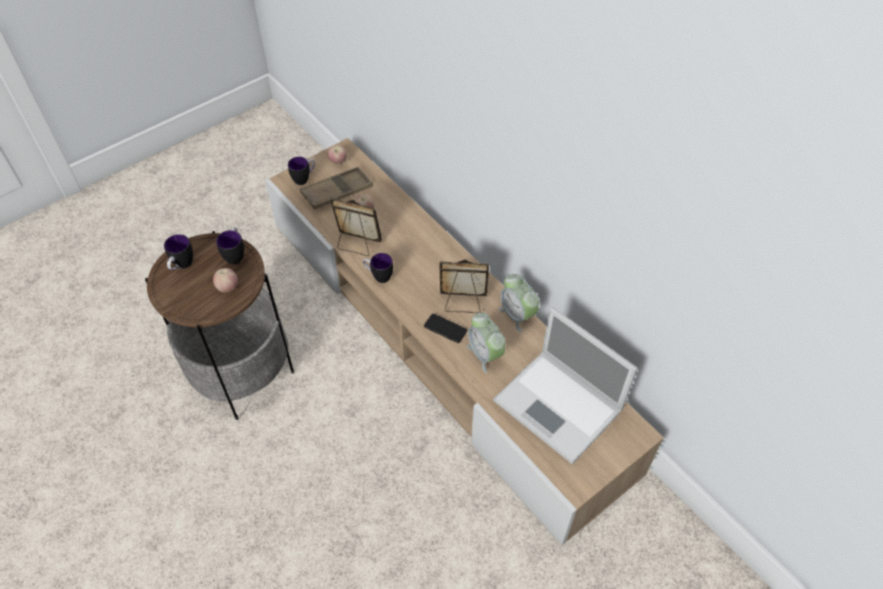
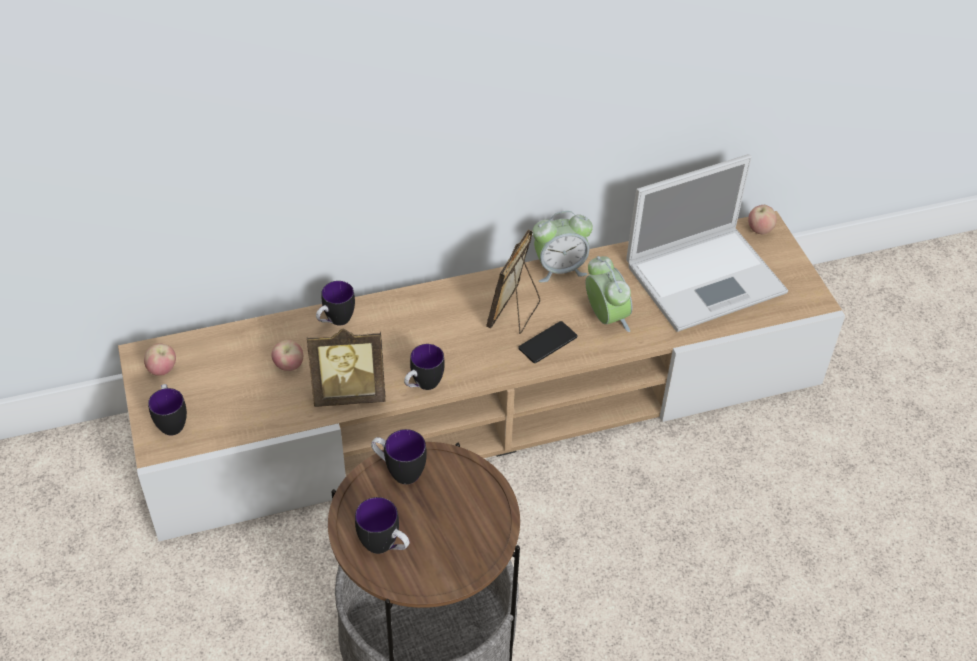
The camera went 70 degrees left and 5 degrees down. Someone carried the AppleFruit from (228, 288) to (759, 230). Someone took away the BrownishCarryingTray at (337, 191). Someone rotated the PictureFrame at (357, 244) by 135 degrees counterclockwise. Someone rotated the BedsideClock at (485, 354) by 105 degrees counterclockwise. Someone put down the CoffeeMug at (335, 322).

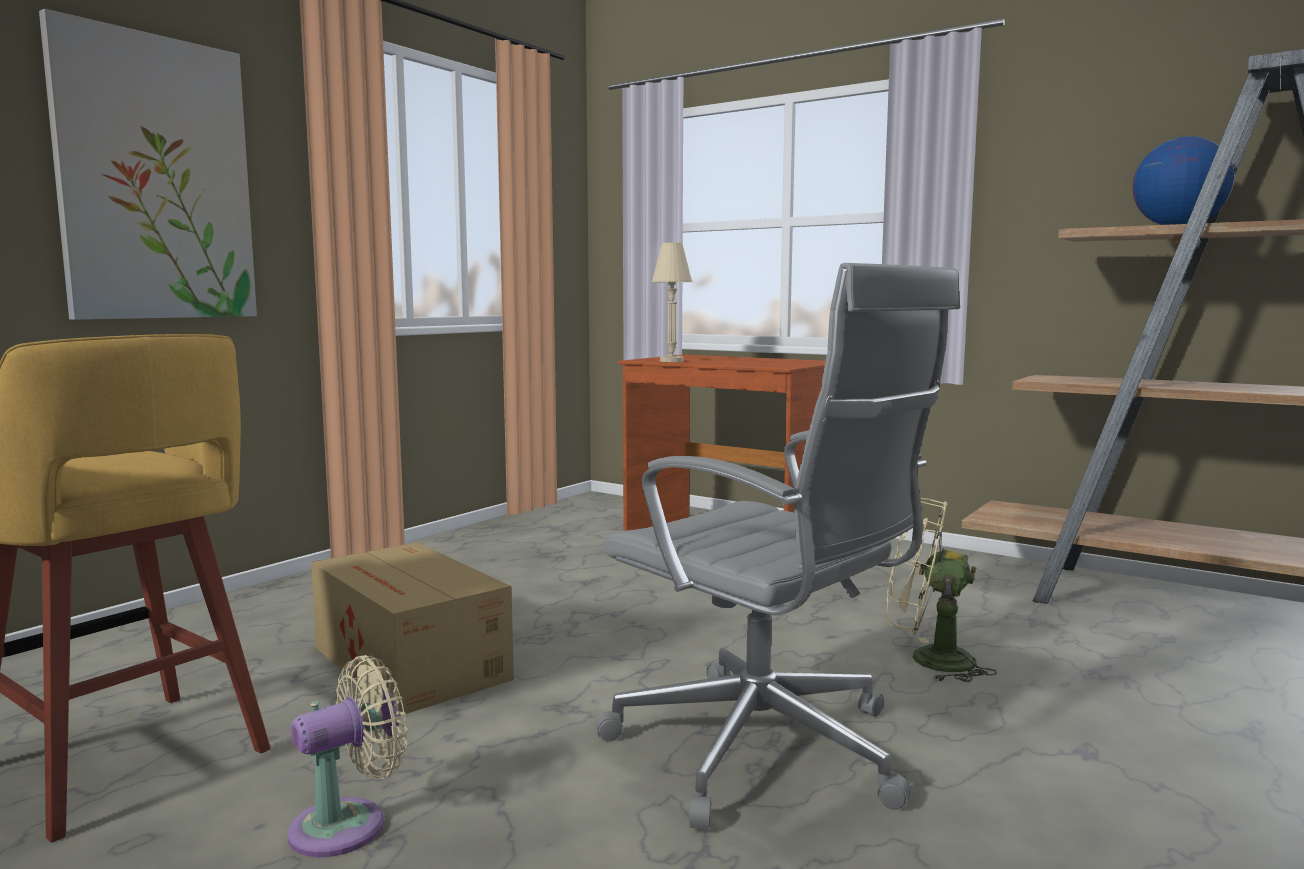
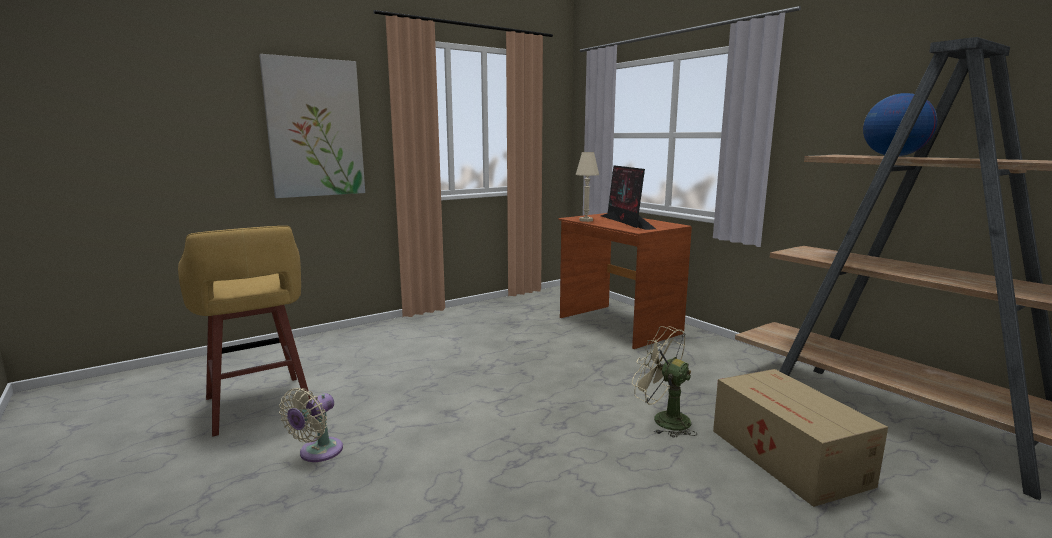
The camera went 20 degrees right and 5 degrees up. Someone rotated the BeigeColouredFan at (348, 825) by 135 degrees clockwise. Someone carried the CardboardBox from (410, 665) to (789, 458). Someone took away the GreyDeskChair at (767, 752). Someone put down the ComputerDisplay at (626, 222).

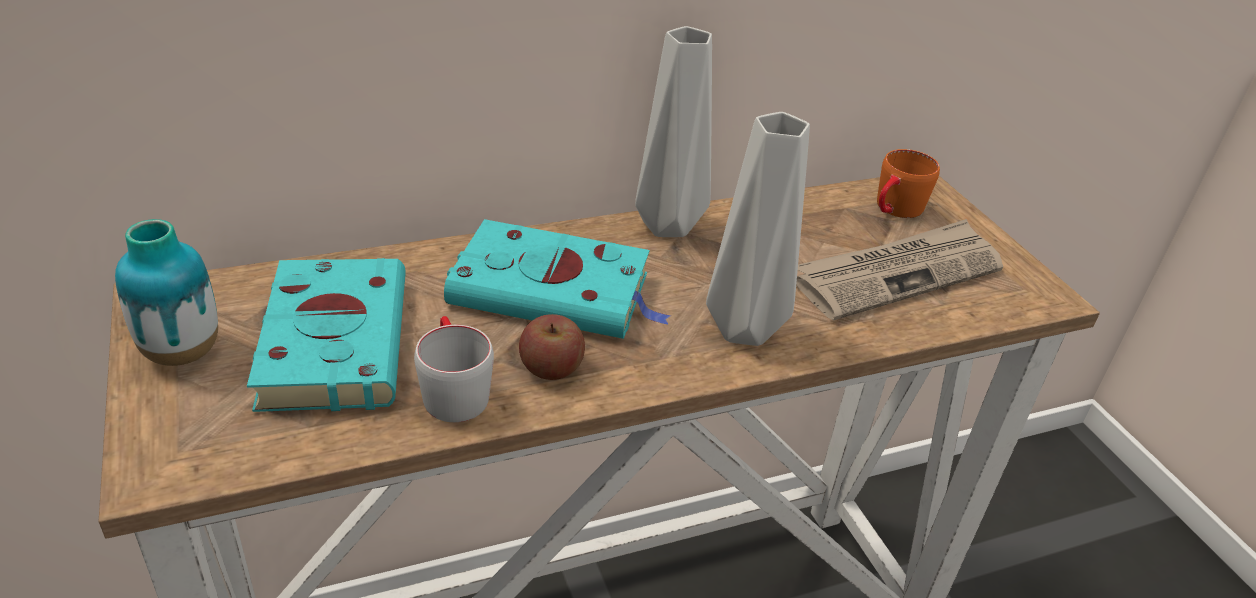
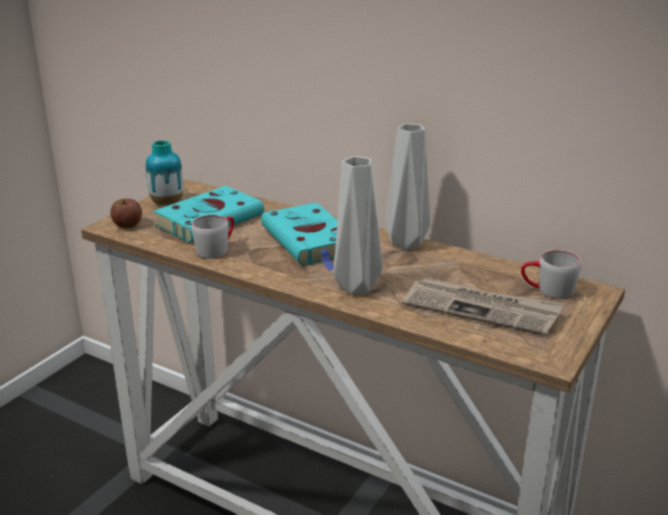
The camera went 55 degrees right and 10 degrees down. Someone carried the AppleFruit from (551, 368) to (127, 225). Someone repainted the OrangeyCoffeeMug at (894, 210), which became the GreyCoffeeMug at (547, 290).

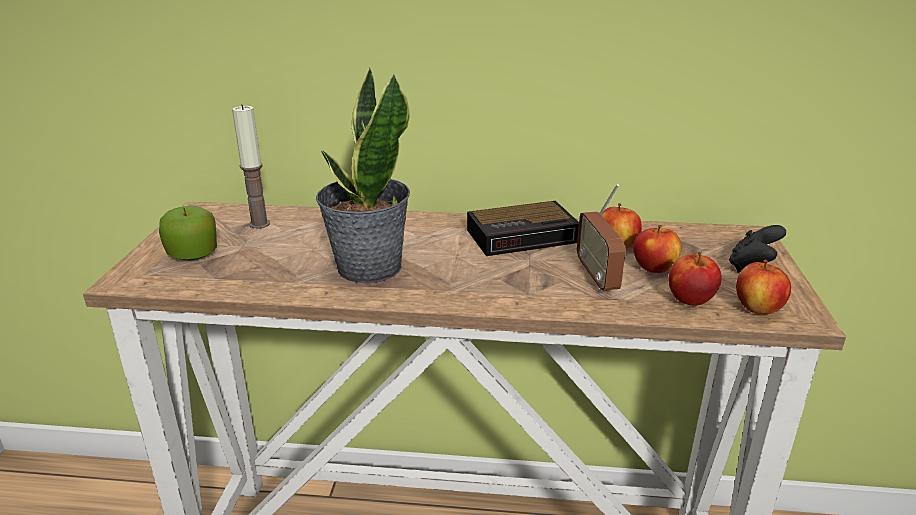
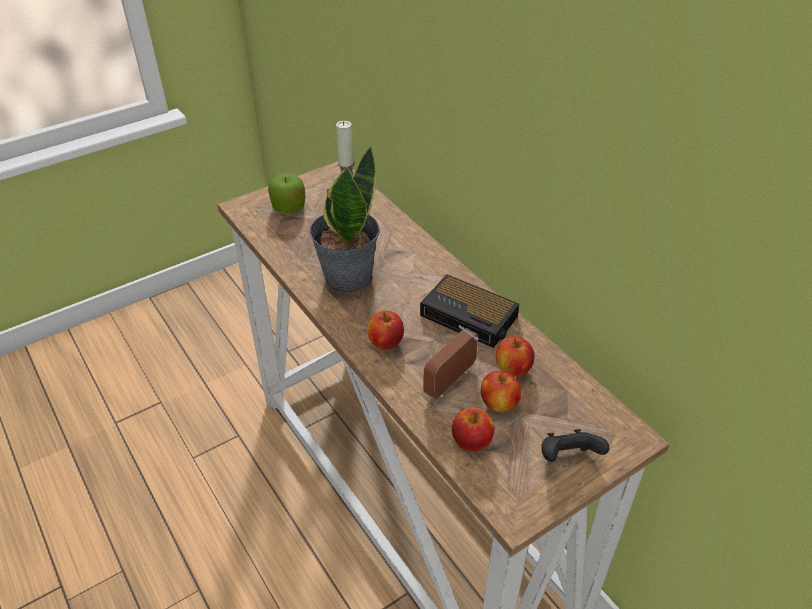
The camera went 50 degrees right and 15 degrees up. Someone carried the AppleFruit from (758, 308) to (385, 343).

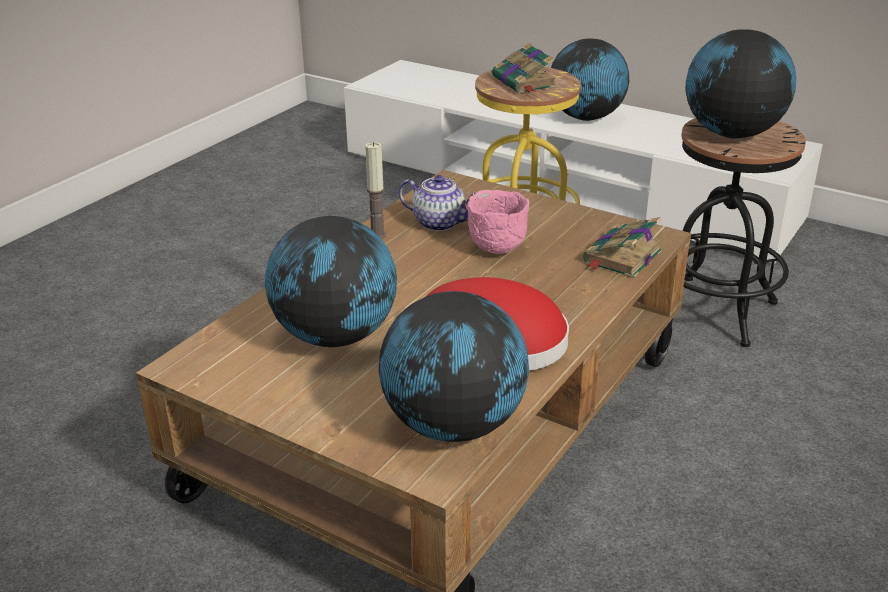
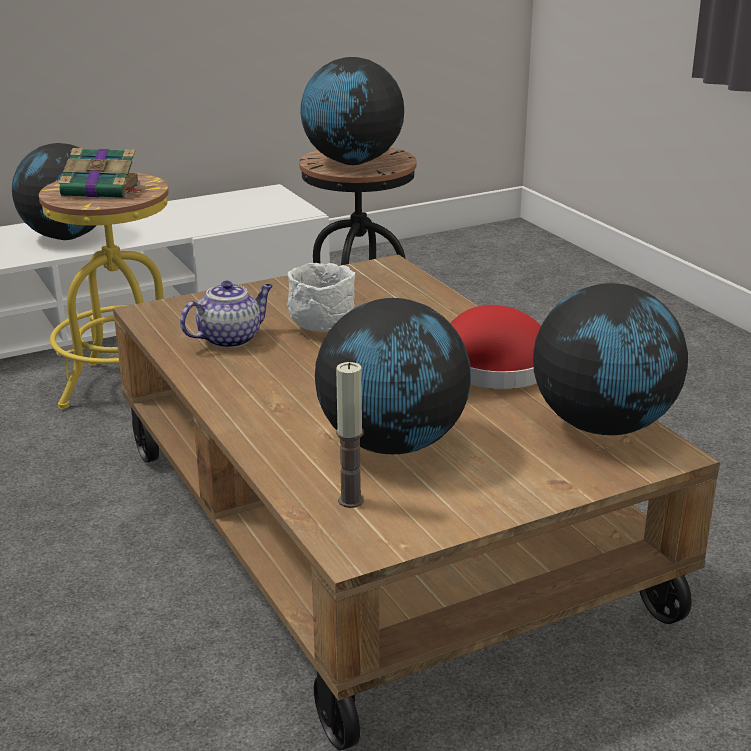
The camera went 60 degrees left and 5 degrees down. Someone carried the WaxLight from (377, 235) to (351, 500). Someone repainted the PinkishBowl at (496, 249), which became the WhiteColouredBowl at (320, 329). Someone took away the BoundBook at (621, 257).

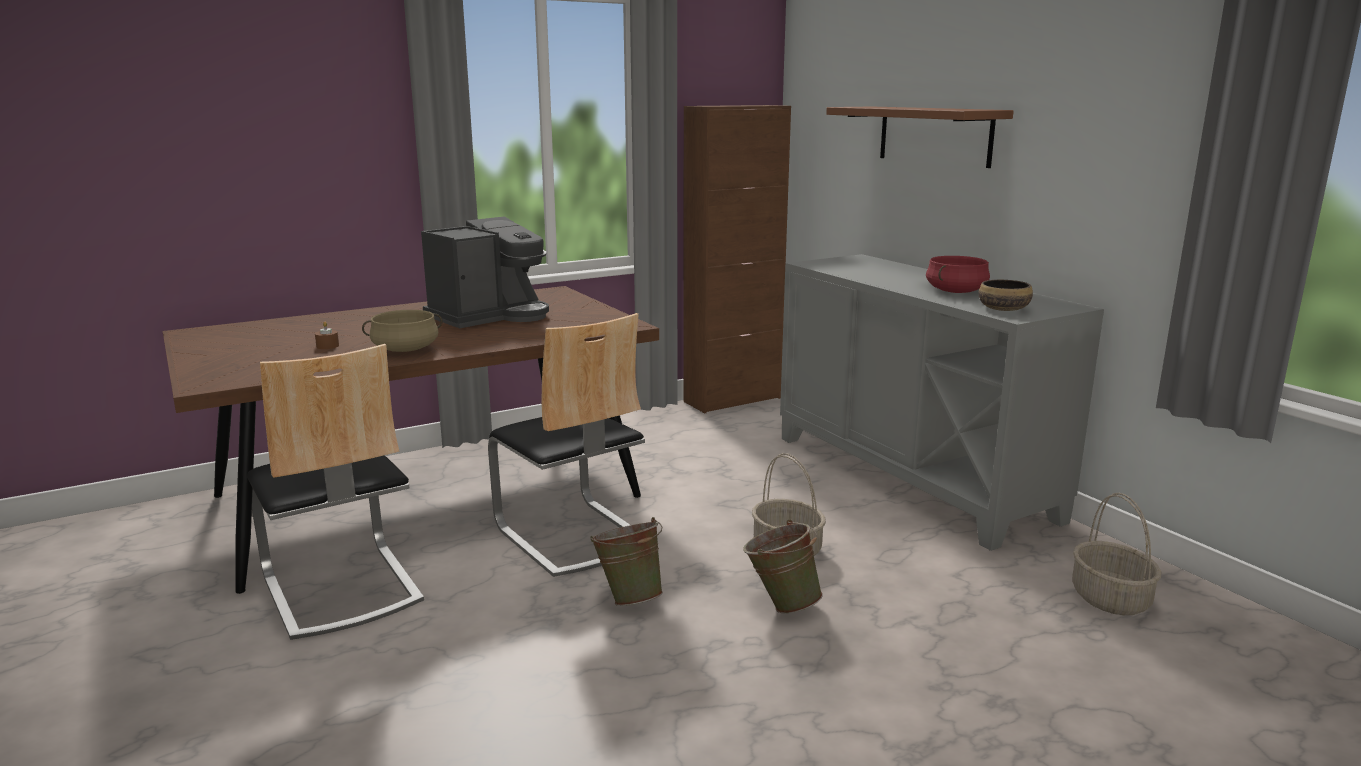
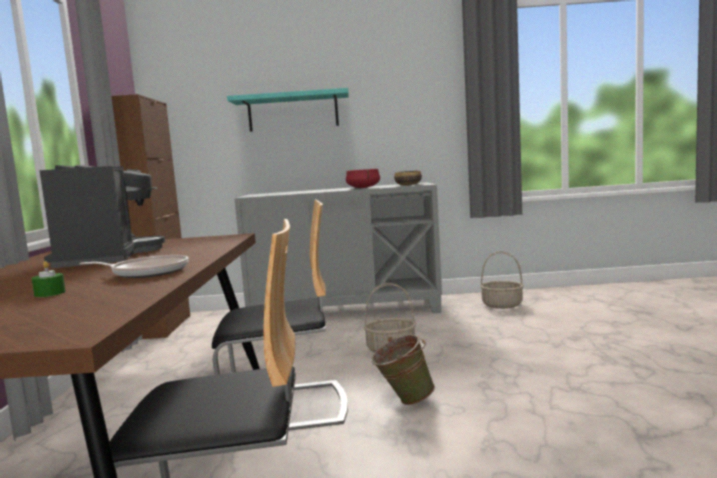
The camera went 60 degrees left and 10 degrees down. Someone repainted the BrownishWaxLight at (327, 346), which became the GreenWaxLight at (50, 293). Someone swapped the BeigeColouredSaucepot at (405, 349) for the FryingPan at (147, 272). Someone took away the GreenPail at (781, 604). Someone repainted the BrownishBracketShelf at (934, 135), which became the TurquoiseColouredBracketShelf at (293, 112).

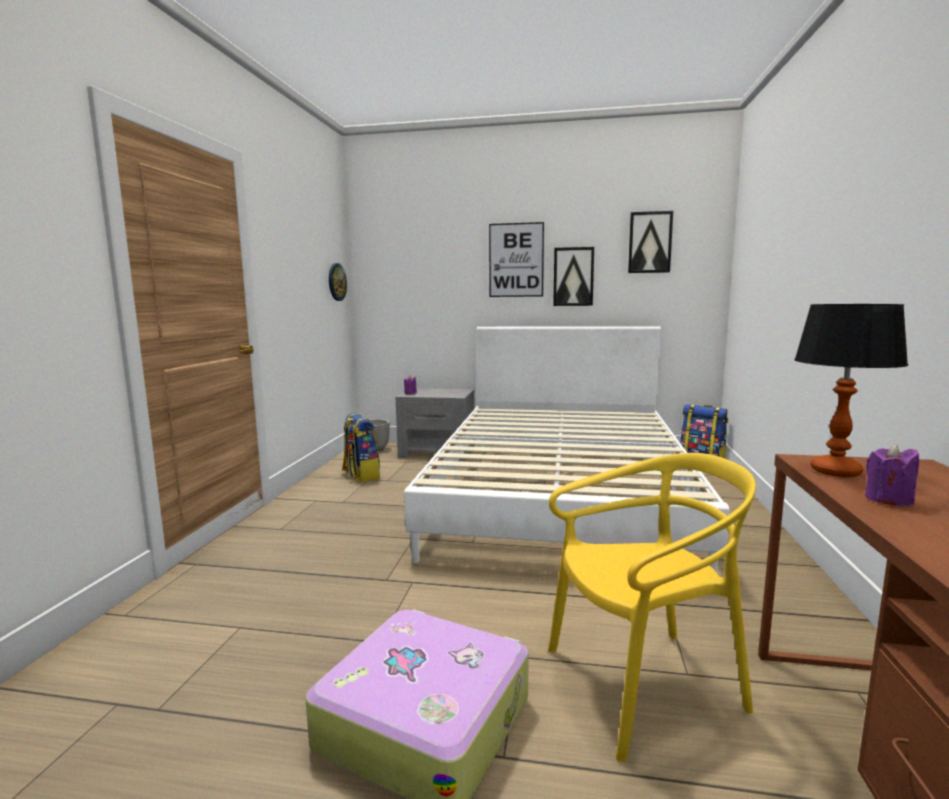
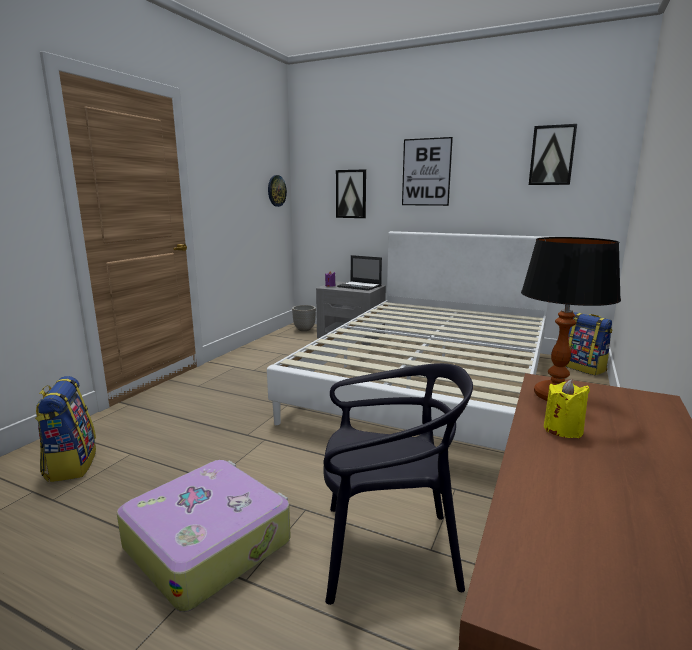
The camera went 15 degrees right and 5 degrees up. Someone carried the Backpack from (360, 475) to (71, 464). Someone repainted the YellowColouredPlainChair at (643, 685), which became the BlackColouredPlainChair at (387, 550). Someone carried the Picture from (573, 276) to (351, 194). Someone repainted the PurpleColouredWaxLight at (888, 499), which became the YellowColouredWaxLight at (563, 430). Someone put down the NotebookComputer at (360, 286).

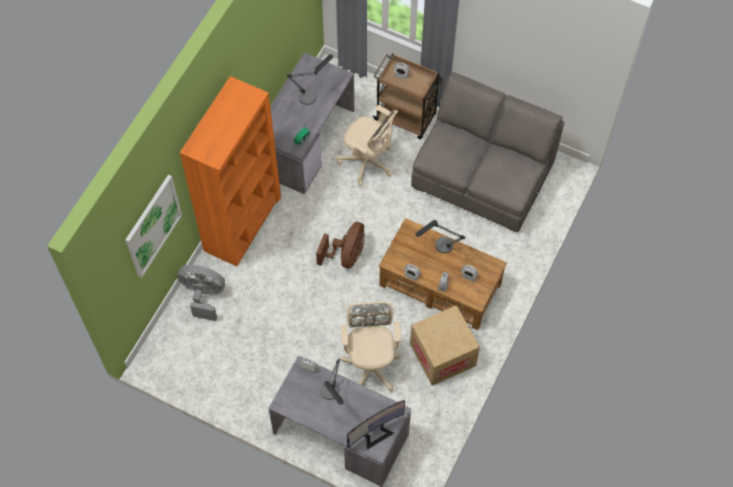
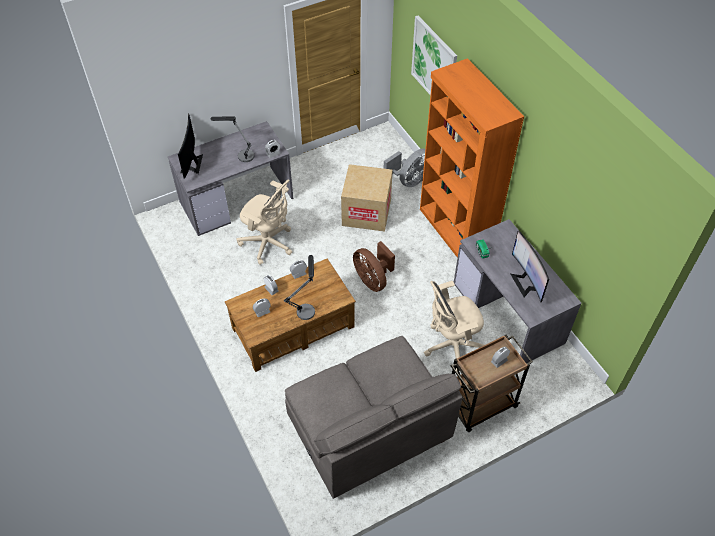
The camera went 125 degrees right and 10 degrees down. Someone swapped the LampForATable at (311, 94) for the ComputerDisplay at (526, 282). Someone carried the CardboardBox from (442, 355) to (366, 212).

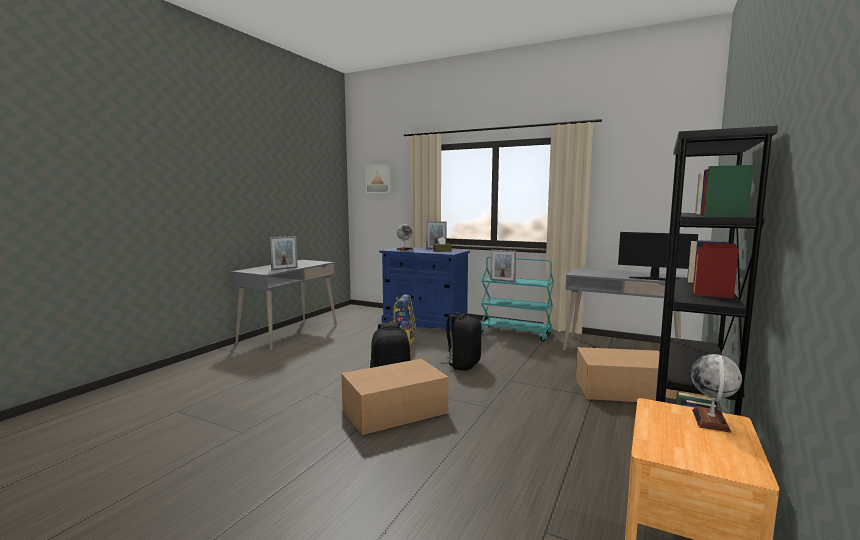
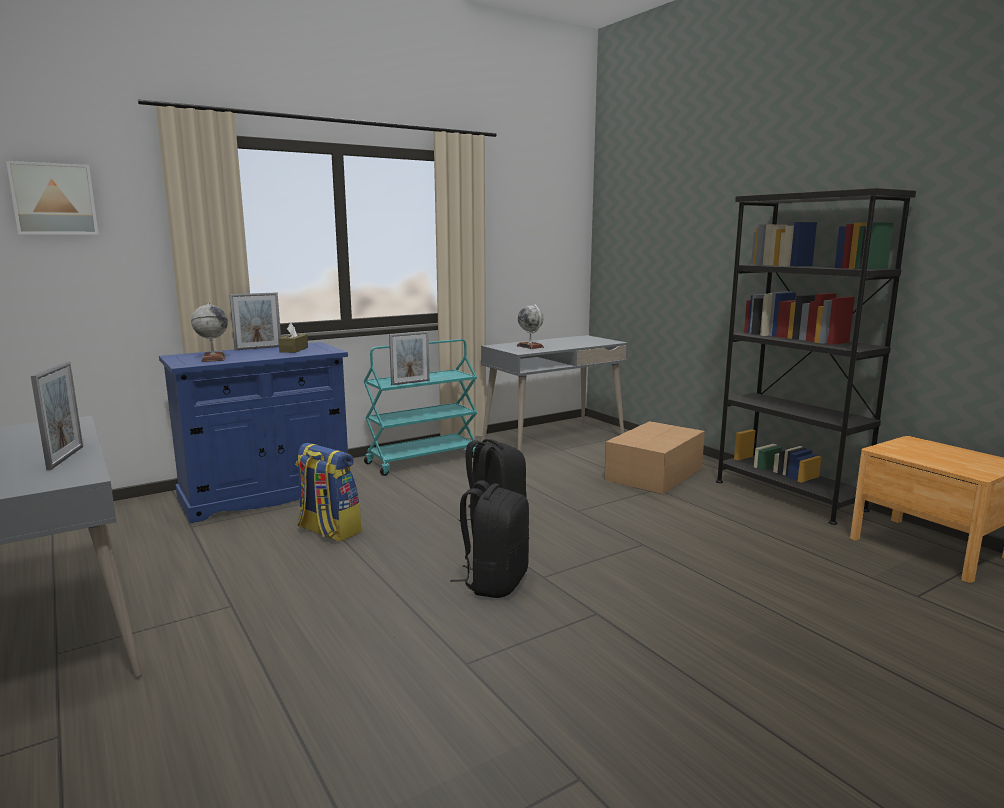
The camera went 60 degrees left and 5 degrees up. Someone took away the CardboardBox at (393, 411). Someone took away the ComputerDisplay at (654, 279). Someone carried the Globe from (711, 420) to (530, 346).

